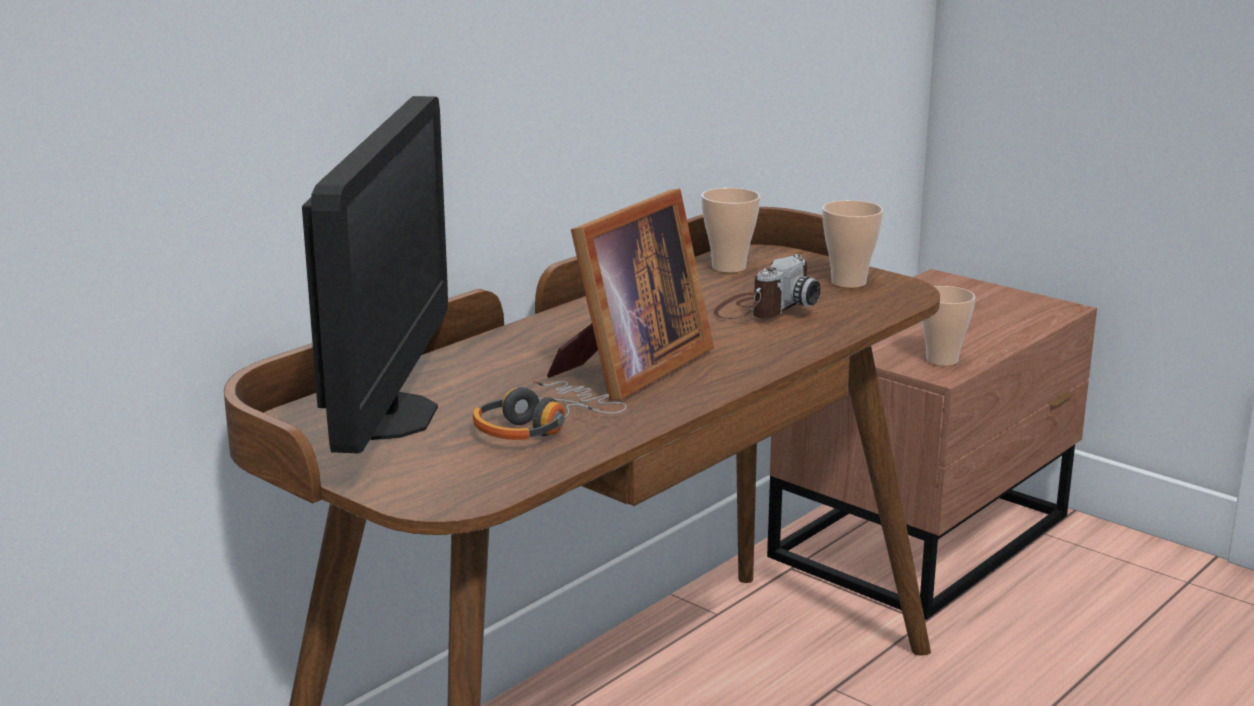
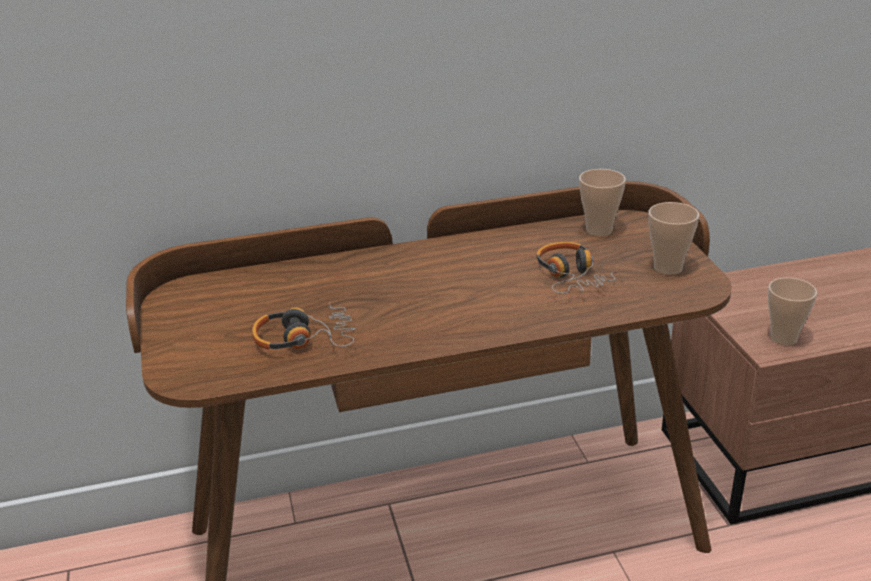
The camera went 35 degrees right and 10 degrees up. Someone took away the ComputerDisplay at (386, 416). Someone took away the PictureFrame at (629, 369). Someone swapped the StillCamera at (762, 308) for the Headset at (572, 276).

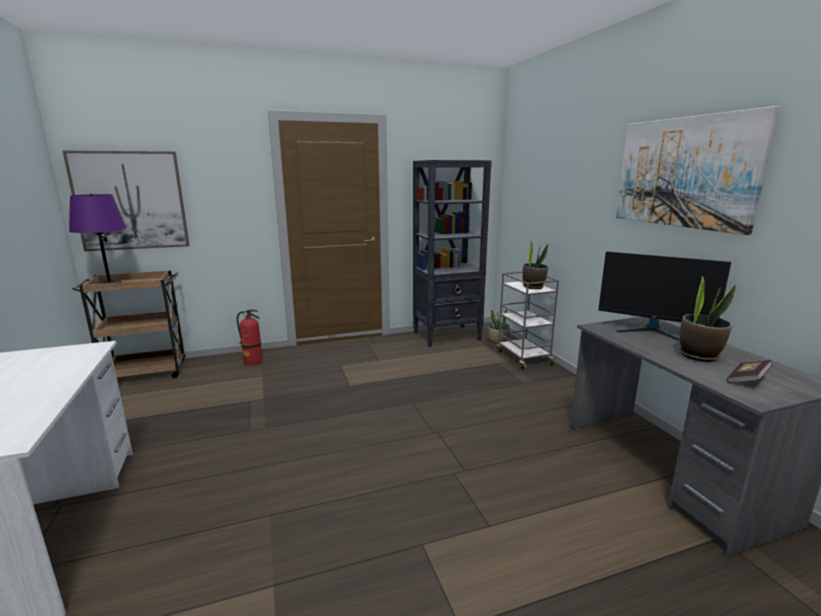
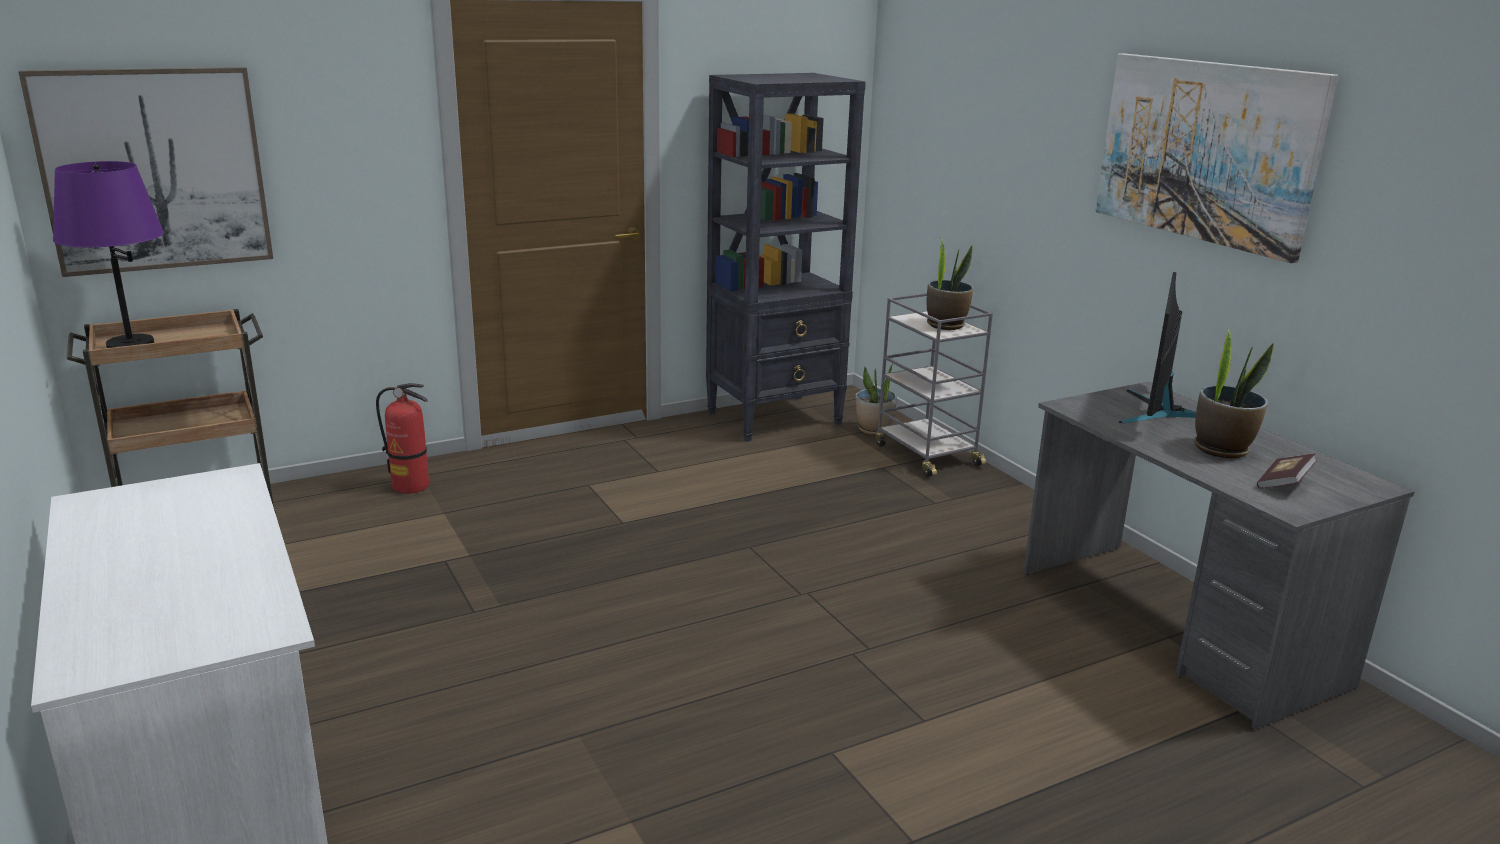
The camera went 10 degrees left and 5 degrees up. Someone rotated the ComputerDisplay at (652, 331) by 90 degrees clockwise.

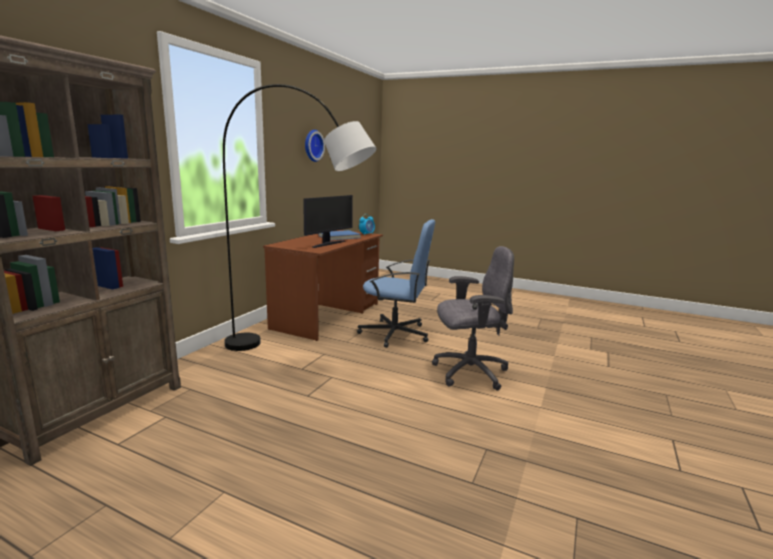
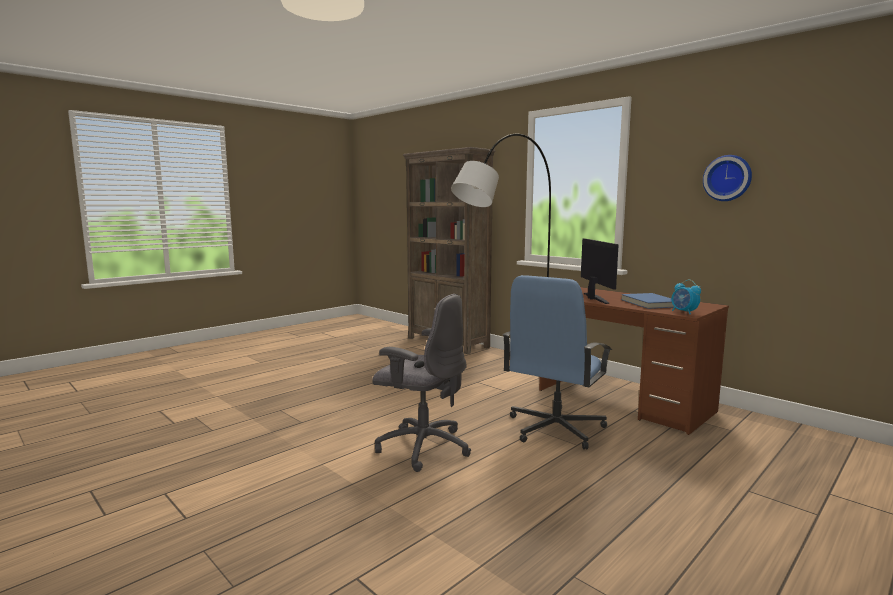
The camera went 110 degrees right and 5 degrees down. Someone rotated the ComputerDisplay at (328, 244) by 150 degrees counterclockwise. Someone rotated the GreyDeskChair at (469, 372) by 75 degrees counterclockwise.

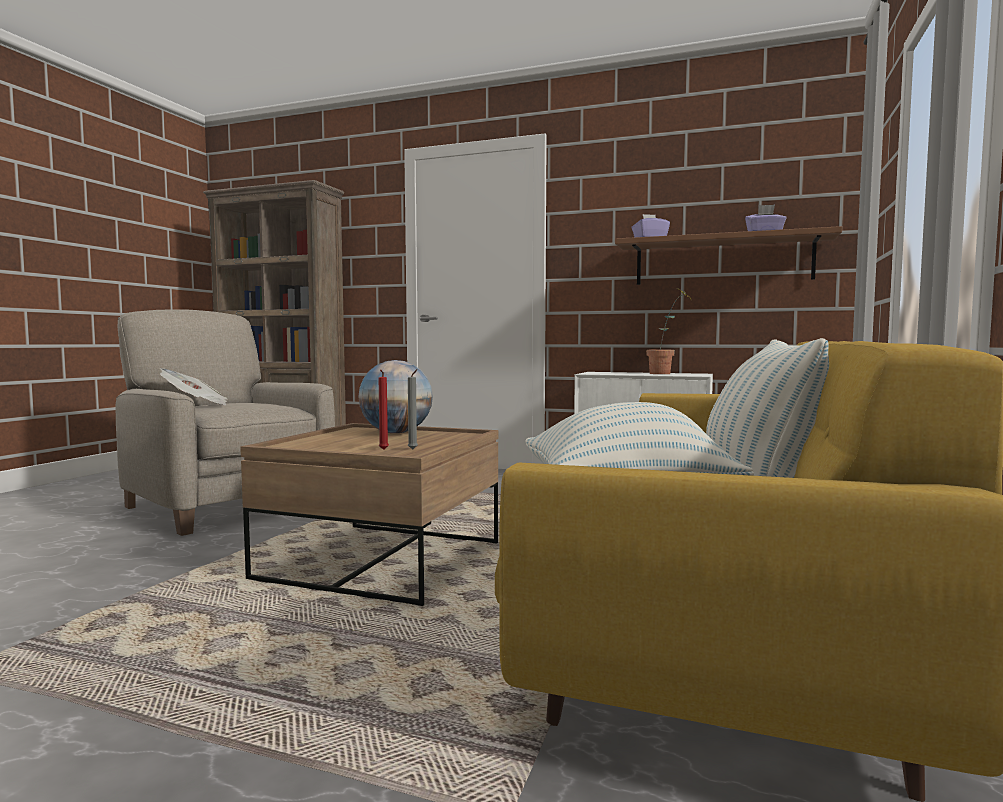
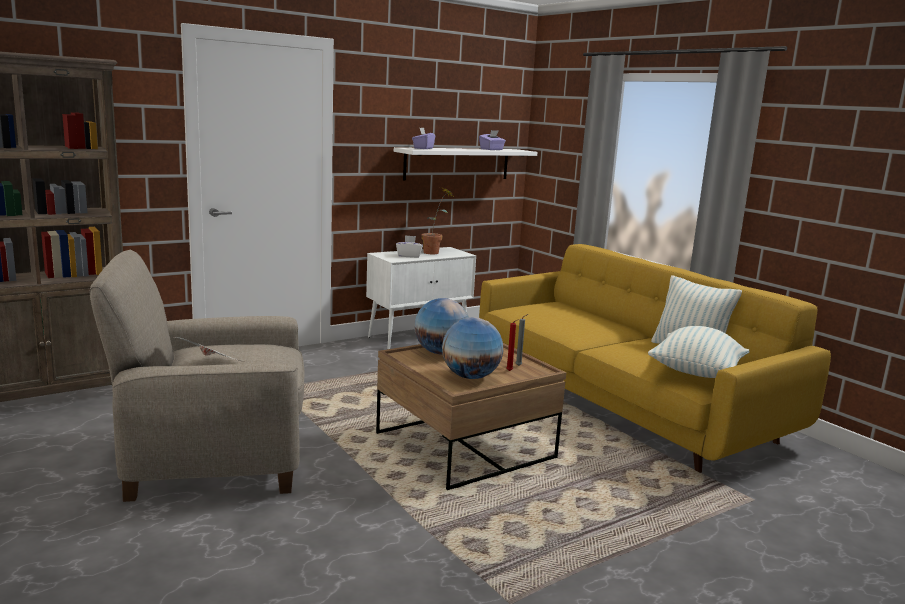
The camera went 55 degrees left and 10 degrees up. Someone repainted the BrownishBracketShelf at (722, 261), which became the WhiteColouredBracketShelf at (457, 164). Someone put down the WhiteColouredTissueHolder at (409, 256). Someone put down the Globe at (470, 377).

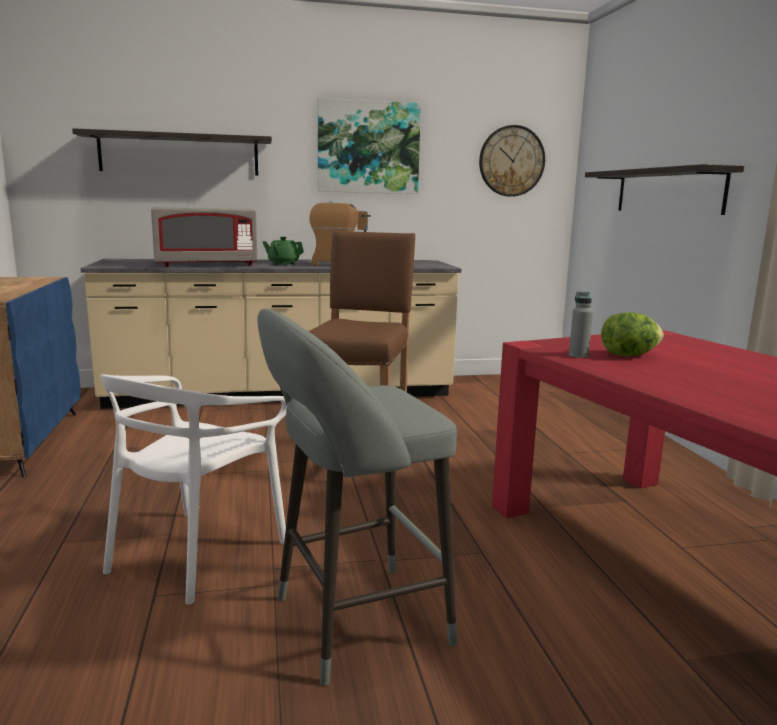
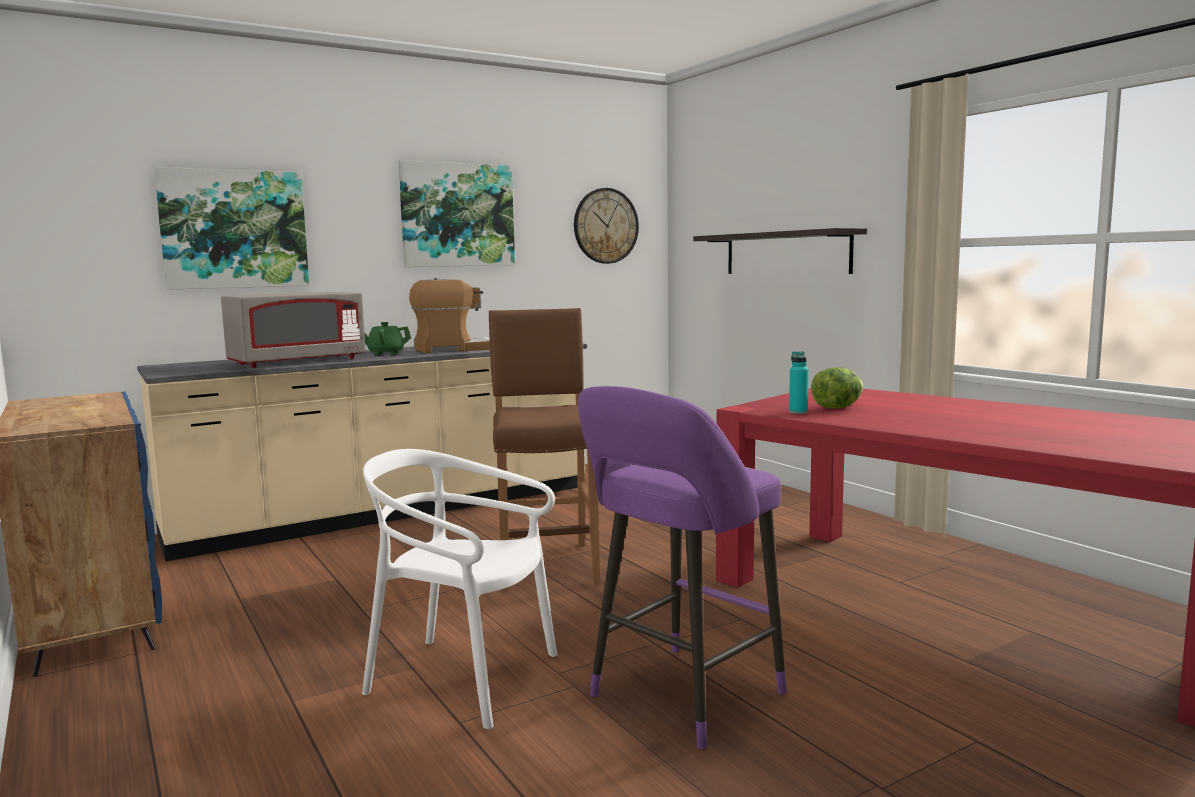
The camera went 20 degrees left and 5 degrees down. Someone swapped the BracketShelf at (179, 154) for the Picture at (234, 229). Someone rotated the WhiteColouredPlainChair at (196, 554) by 105 degrees clockwise. Someone repainted the GreyStool at (352, 623), which became the PurpleColouredStool at (680, 698). Someone repainted the GreyBottle at (578, 355), which became the TurquoiseColouredBottle at (798, 412).

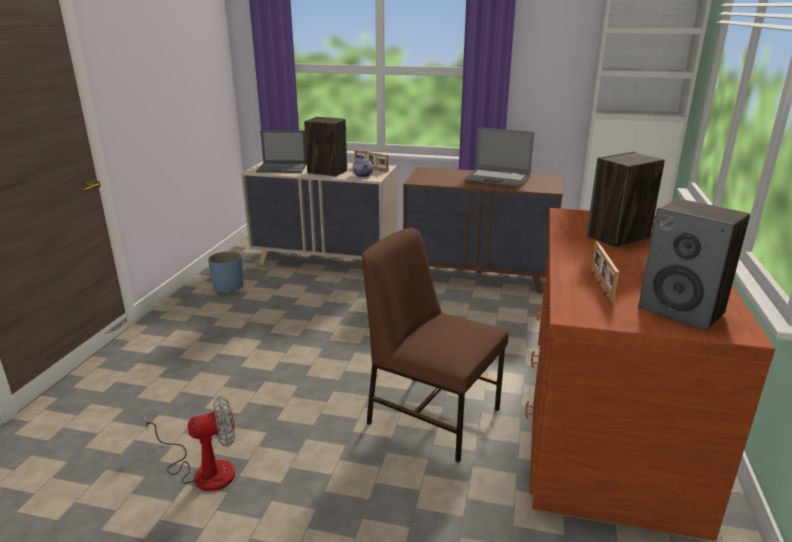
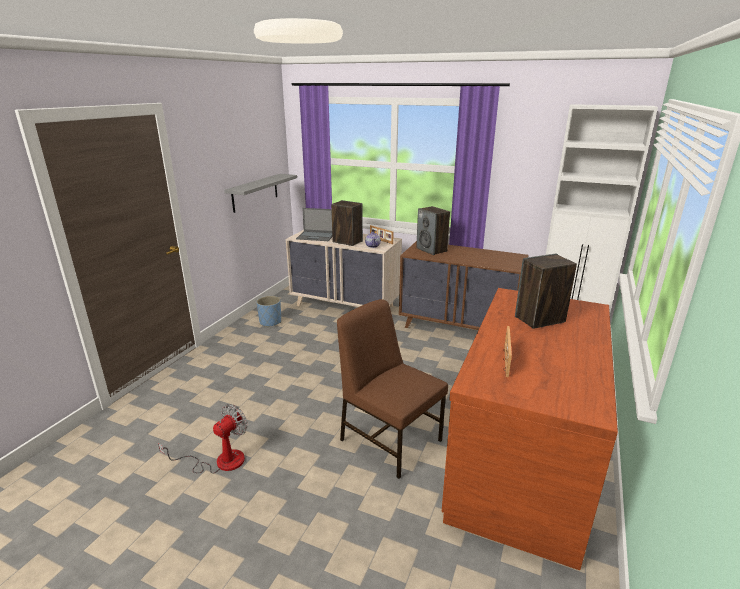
The camera went 10 degrees right and 0 degrees up. Someone rotated the Fan at (204, 470) by 45 degrees counterclockwise. Someone took away the NotebookComputer at (497, 179). Someone carried the Loudspeaker from (682, 311) to (432, 250). Someone put up the GreyBracketShelf at (255, 192).

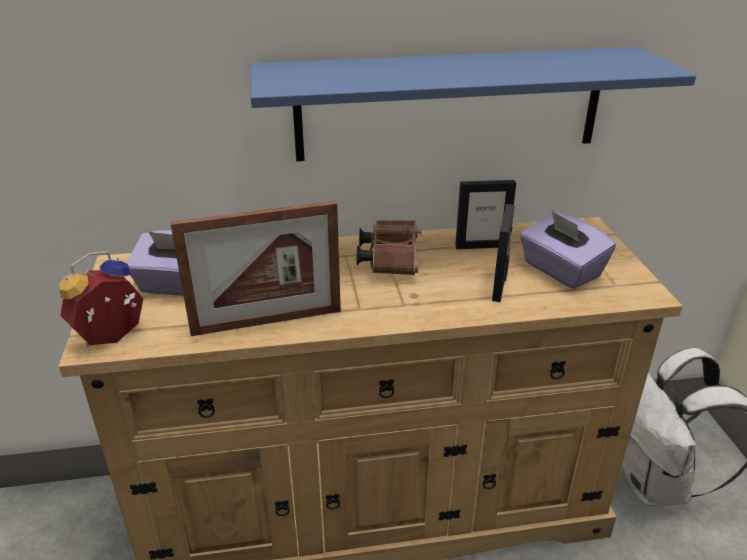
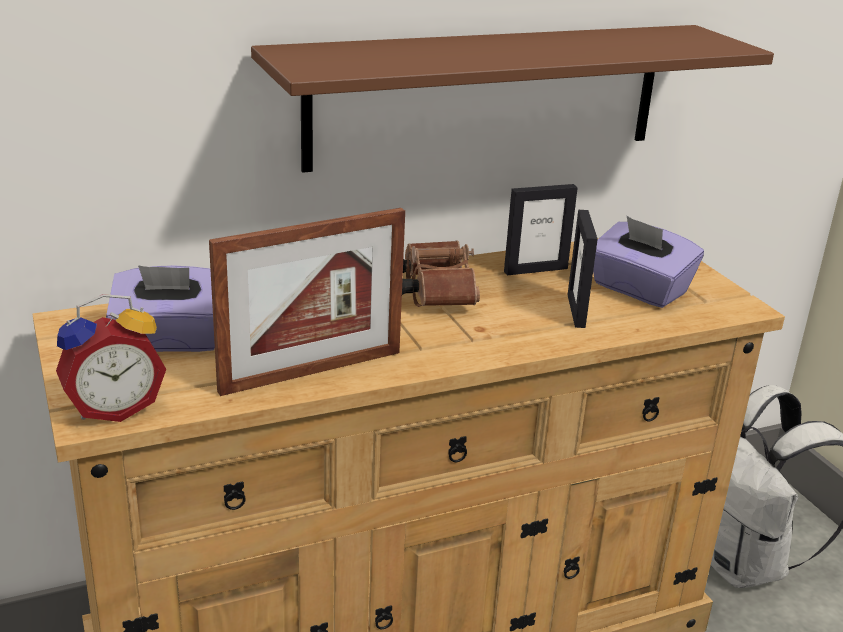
The camera went 15 degrees left and 5 degrees down. Someone rotated the BedsideClock at (112, 338) by 150 degrees counterclockwise. Someone repainted the BluishBracketShelf at (449, 104), which became the BrownishBracketShelf at (487, 95).

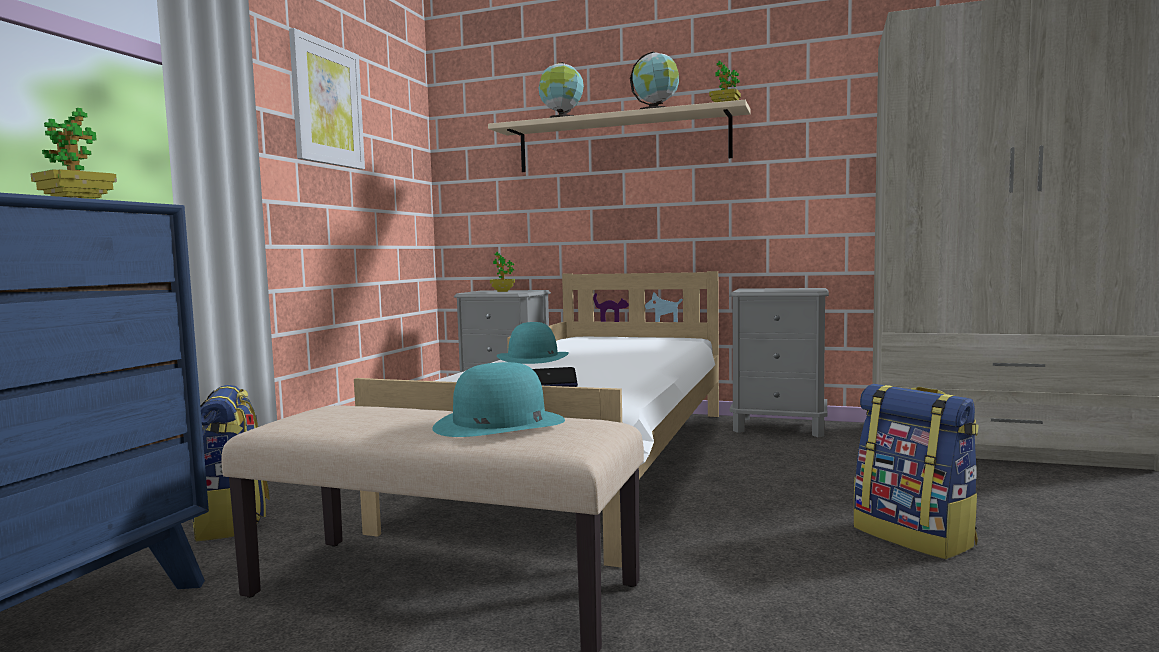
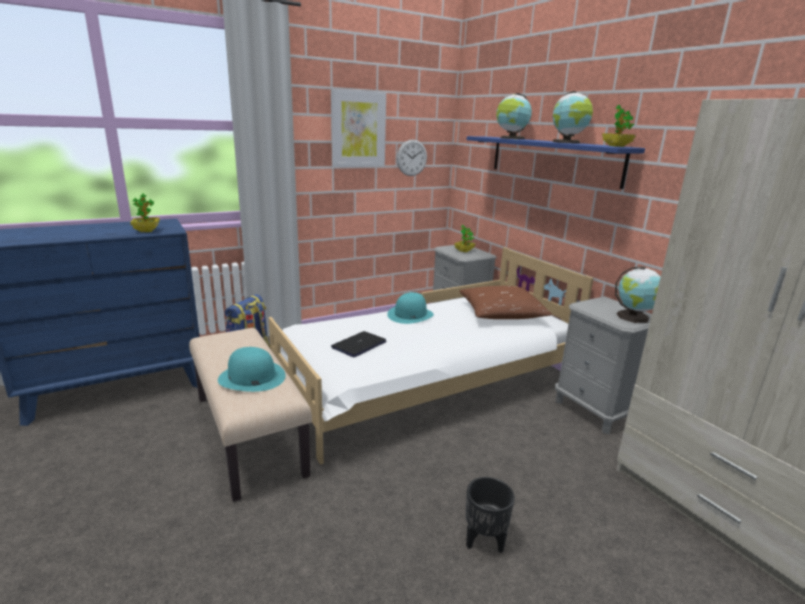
The camera went 40 degrees right and 15 degrees up. Someone repainted the BeigeColouredBracketShelf at (621, 143), which became the BluishBracketShelf at (552, 159). Someone swapped the Backpack at (915, 536) for the BlackColouredFlowerPot at (485, 541). Someone put up the WallClock at (411, 158). Someone put down the BrownishPillow at (501, 313). Someone put down the Globe at (634, 317).

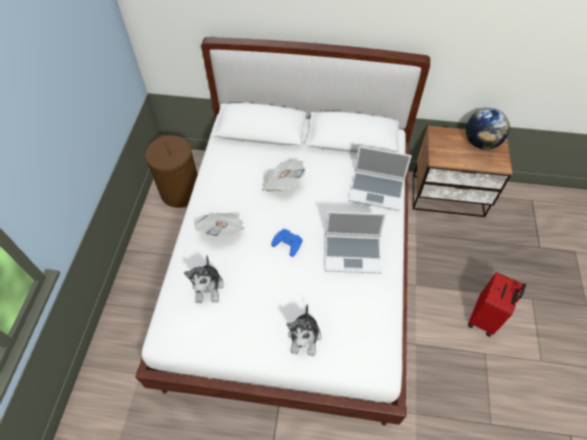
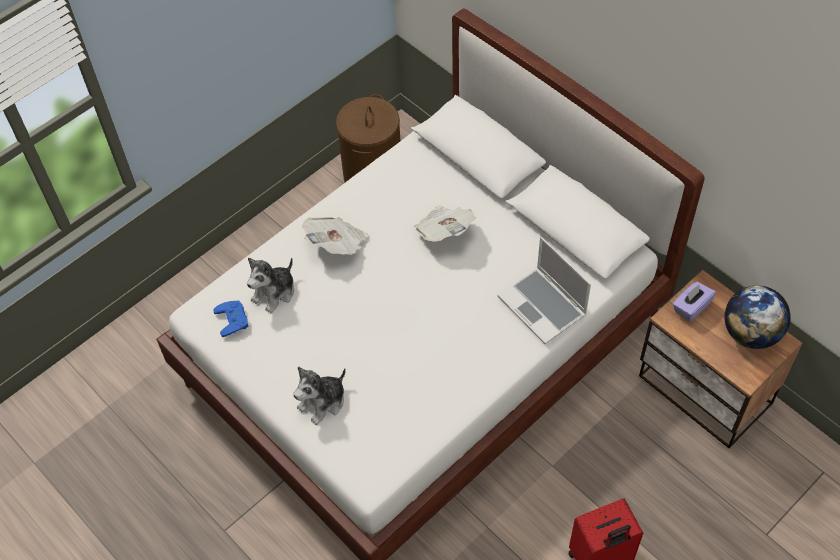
The camera went 40 degrees right and 0 degrees up. Someone carried the BluishGamepad from (289, 242) to (234, 319). Someone took away the NotebookComputer at (353, 253). Someone put down the PurpleColouredTissueHolder at (691, 307).

